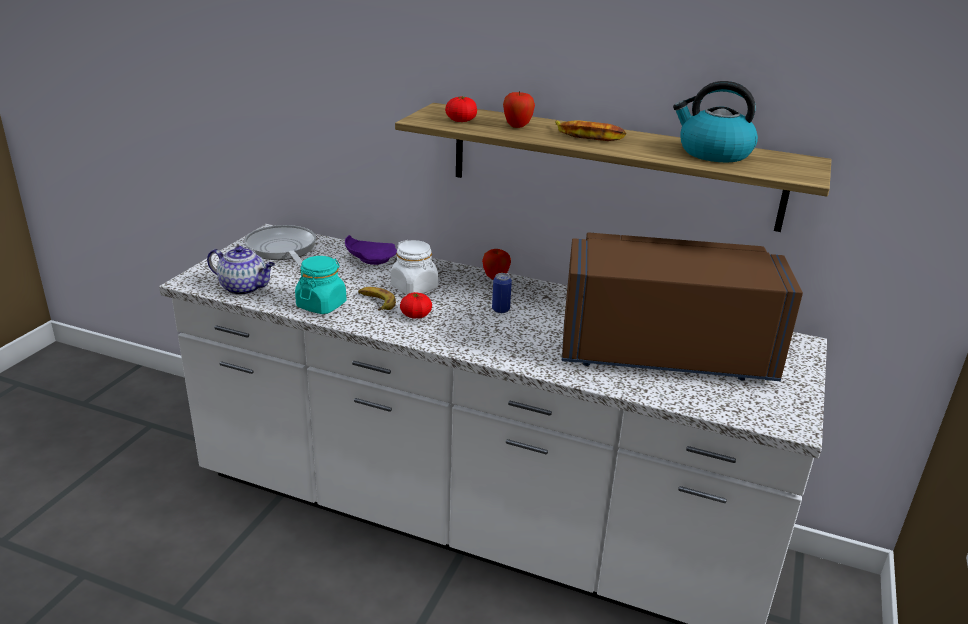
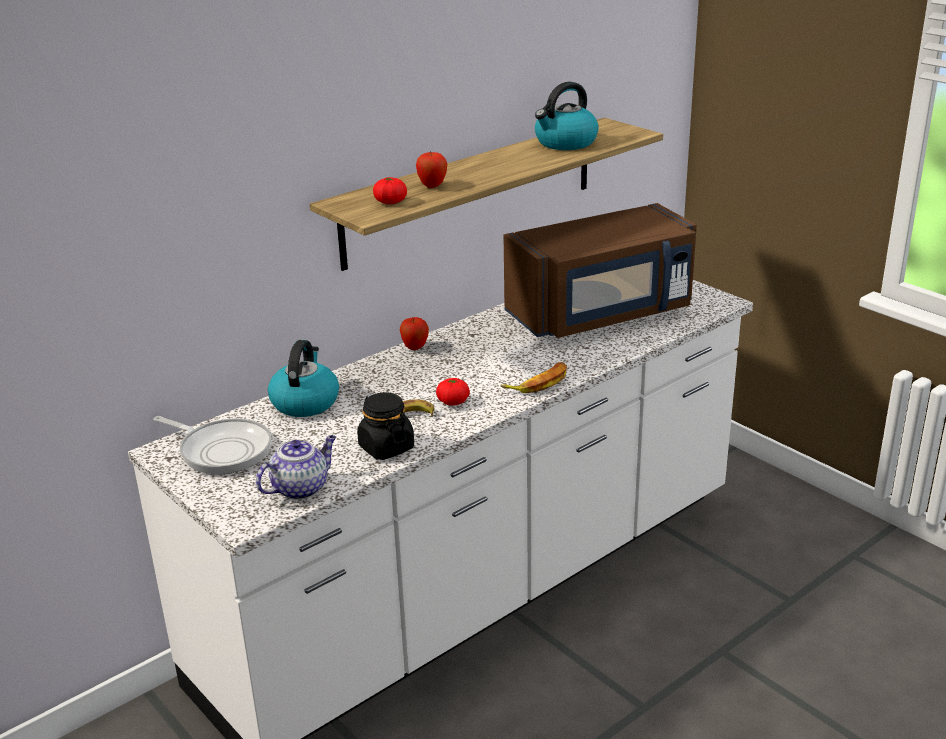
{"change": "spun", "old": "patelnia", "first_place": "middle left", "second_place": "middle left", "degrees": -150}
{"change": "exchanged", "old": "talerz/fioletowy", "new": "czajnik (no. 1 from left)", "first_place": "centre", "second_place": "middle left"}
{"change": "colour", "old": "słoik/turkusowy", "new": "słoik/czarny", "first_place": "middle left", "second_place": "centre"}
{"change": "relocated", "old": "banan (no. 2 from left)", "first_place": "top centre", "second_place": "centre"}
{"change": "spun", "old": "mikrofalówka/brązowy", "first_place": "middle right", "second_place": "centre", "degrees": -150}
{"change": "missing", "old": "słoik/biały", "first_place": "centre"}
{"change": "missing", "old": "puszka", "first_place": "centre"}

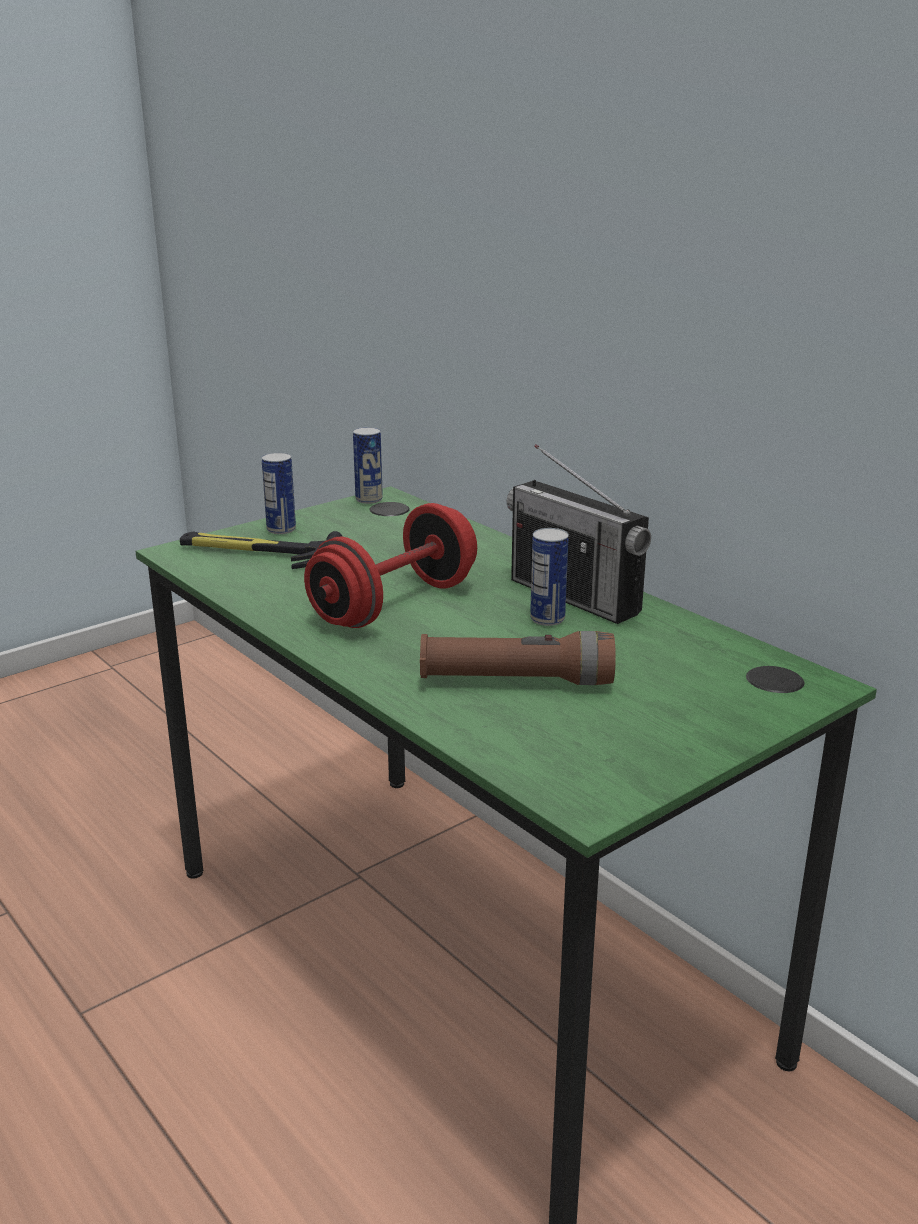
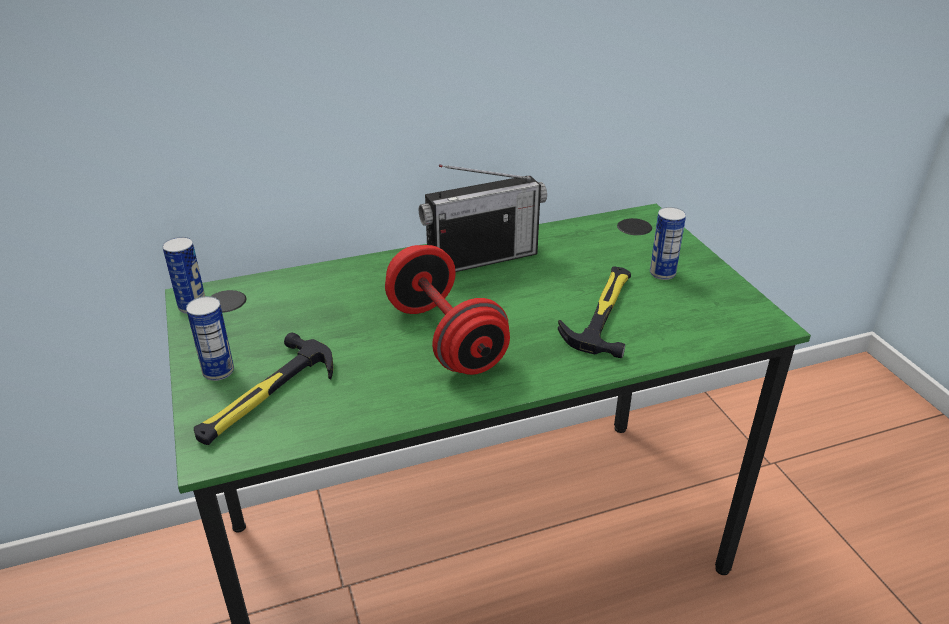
{"change": "exchanged", "old": "latarka/brązowy", "new": "młotek (no. 2 from left)", "first_place": "centre", "second_place": "centre"}
{"change": "relocated", "old": "puszka (no. 3 from left)", "first_place": "centre", "second_place": "middle right"}

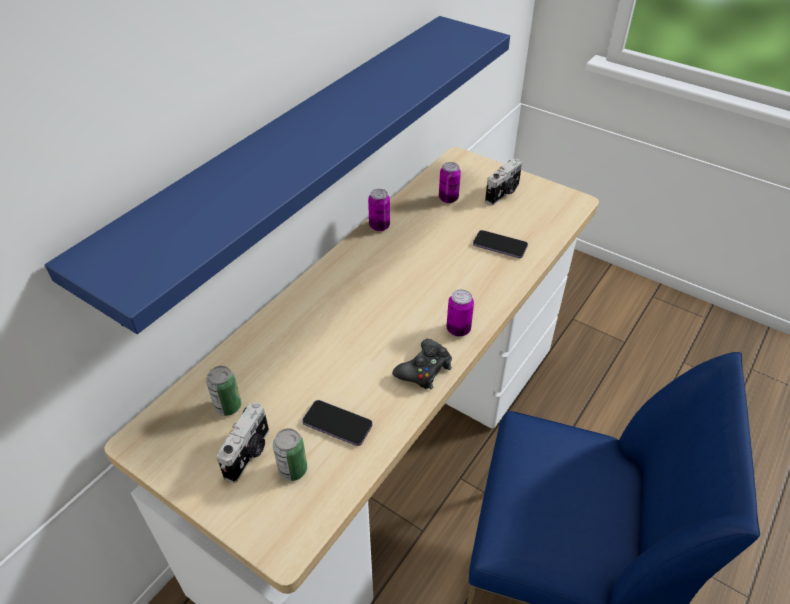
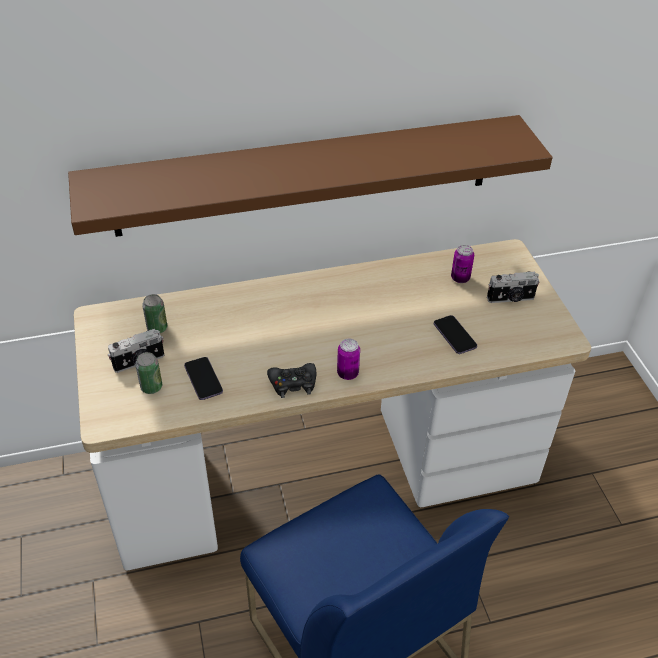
{"change": "colour", "old": "półka/niebieski", "new": "półka/brązowy", "first_place": "top centre", "second_place": "top centre"}
{"change": "missing", "old": "puszka (no. 3 from left)", "first_place": "centre"}

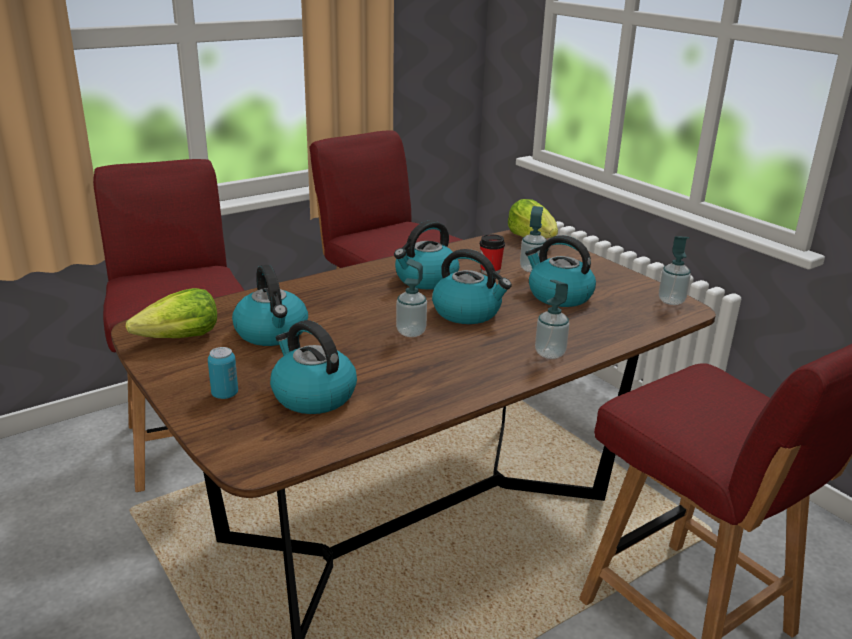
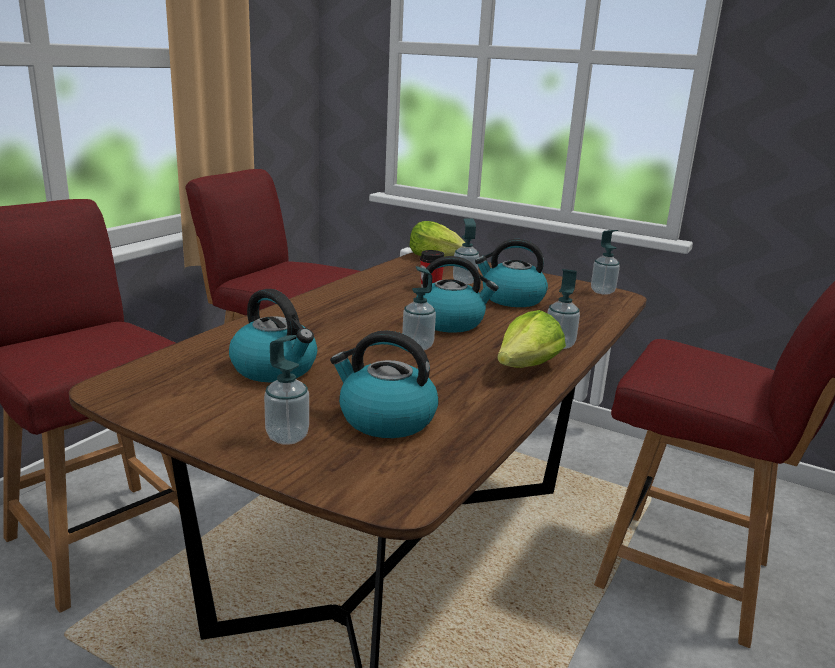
{"change": "exchanged", "old": "puszka", "new": "dozownik mydła (no. 1 from left)", "first_place": "middle left", "second_place": "centre"}
{"change": "relocated", "old": "sałata (no. 1 from left in the first image)", "new": "sałata (no. 2 from left)", "first_place": "middle left", "second_place": "centre"}
{"change": "missing", "old": "czajnik (no. 3 from left)", "first_place": "centre"}

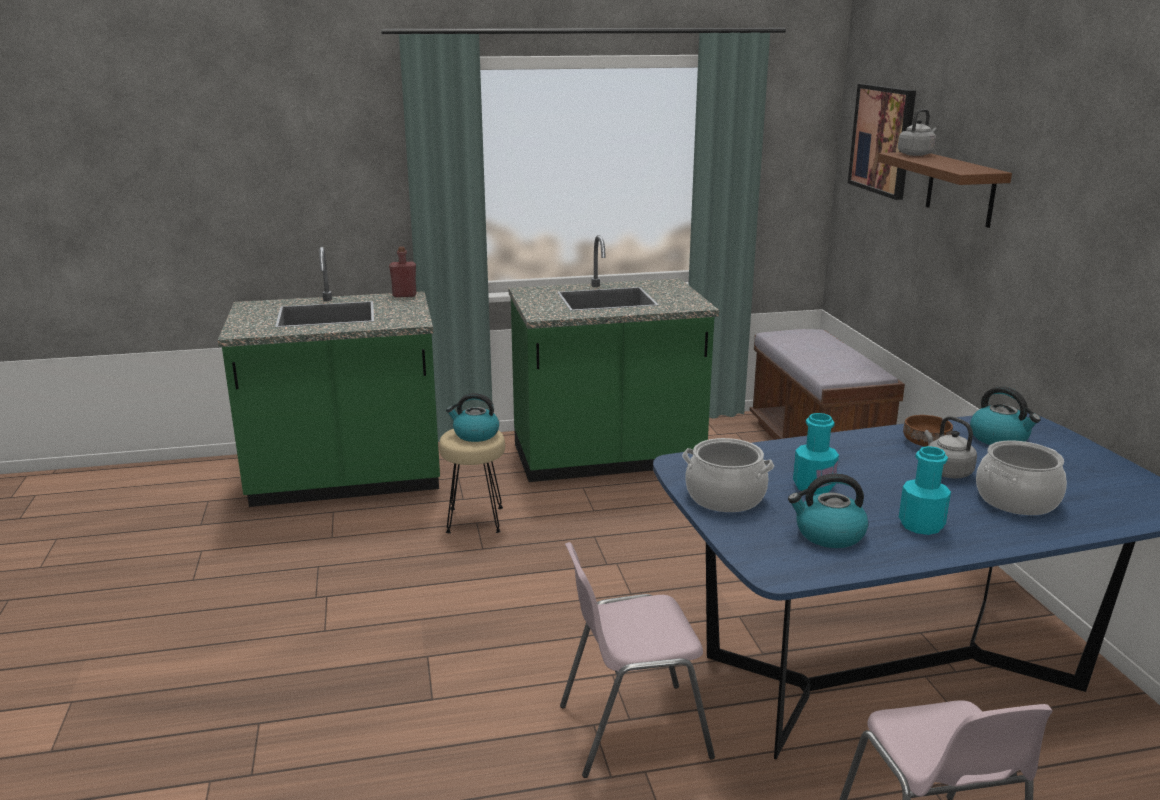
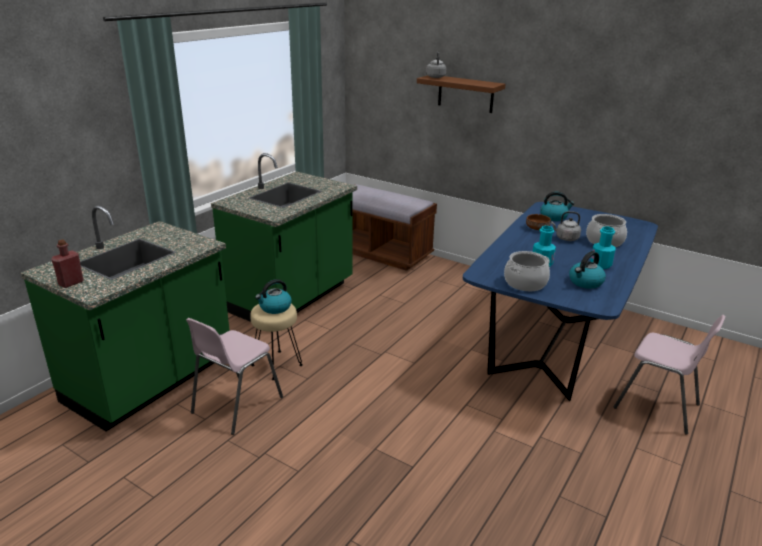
{"change": "relocated", "old": "butelka/czerwony", "first_place": "centre", "second_place": "middle left"}
{"change": "relocated", "old": "krzesło/różowy (no. 1 from left)", "first_place": "bottom centre", "second_place": "bottom left"}
{"change": "missing", "old": "obraz", "first_place": "top right"}

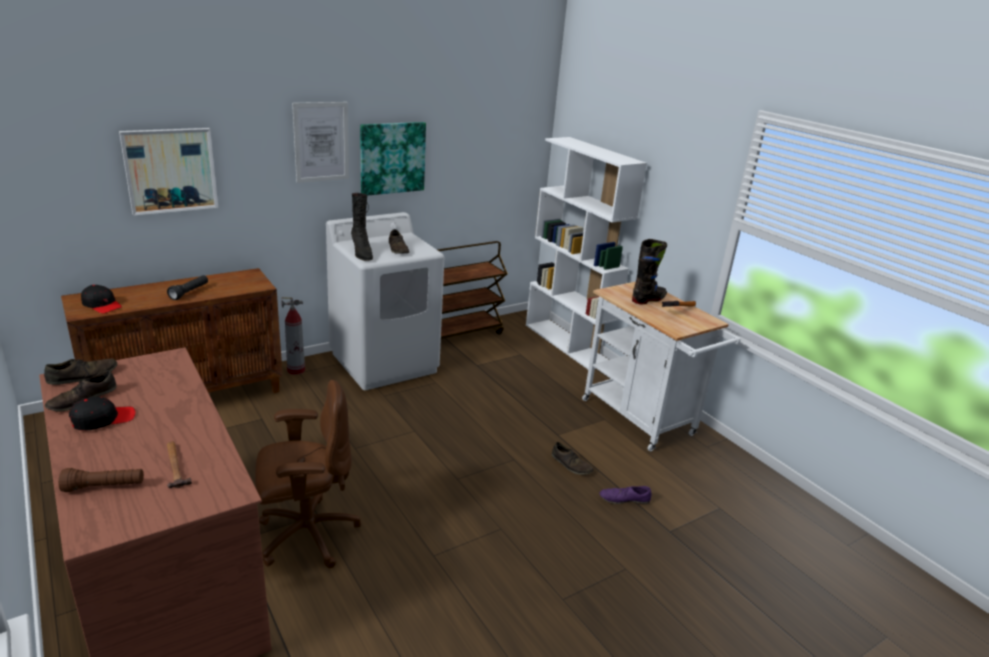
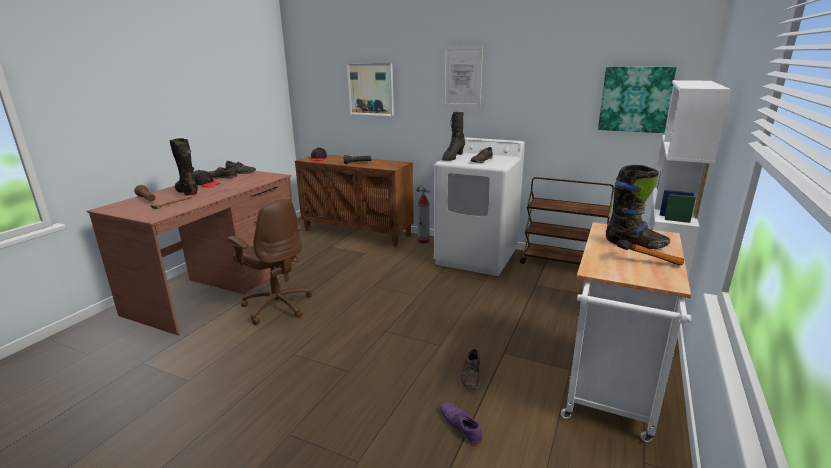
{"change": "appeared", "new": "but z cholewką/czarny (no. 1 from left)", "second_place": "middle left"}
{"change": "relocated", "old": "obraz (no. 3 from left)", "first_place": "top centre", "second_place": "top right"}

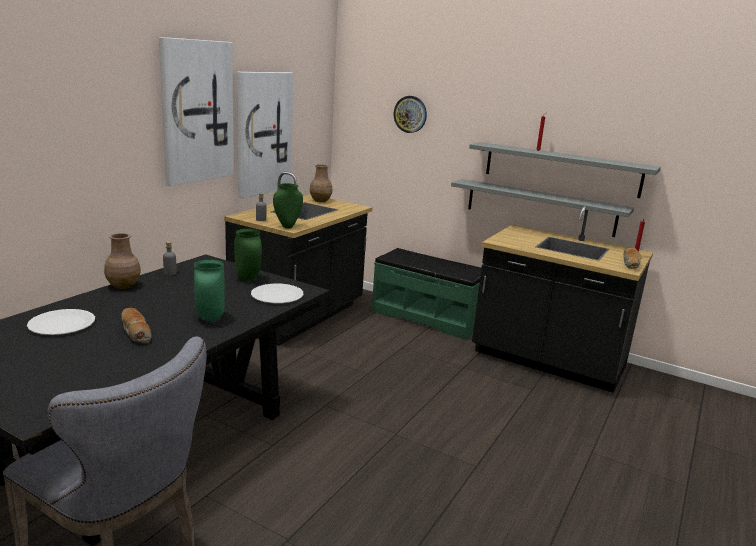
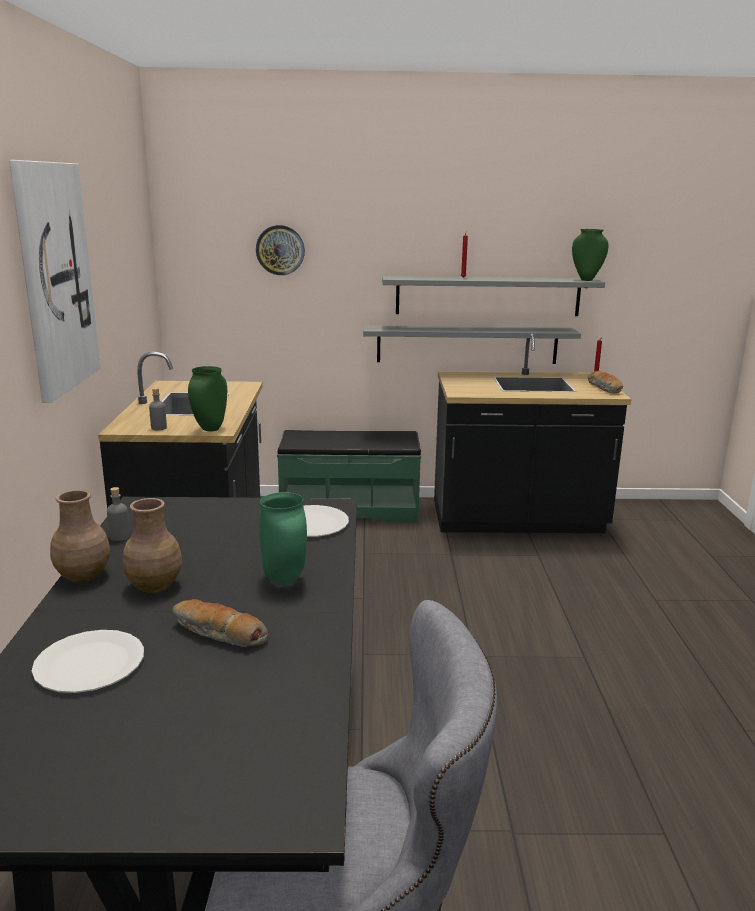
{"change": "relocated", "old": "wazon/brązowy (no. 2 from left)", "first_place": "centre", "second_place": "middle left"}
{"change": "relocated", "old": "wazon/zielony (no. 2 from left in the first image)", "new": "wazon/zielony (no. 3 from left)", "first_place": "middle left", "second_place": "top right"}
{"change": "missing", "old": "obraz (no. 2 from left)", "first_place": "top centre"}

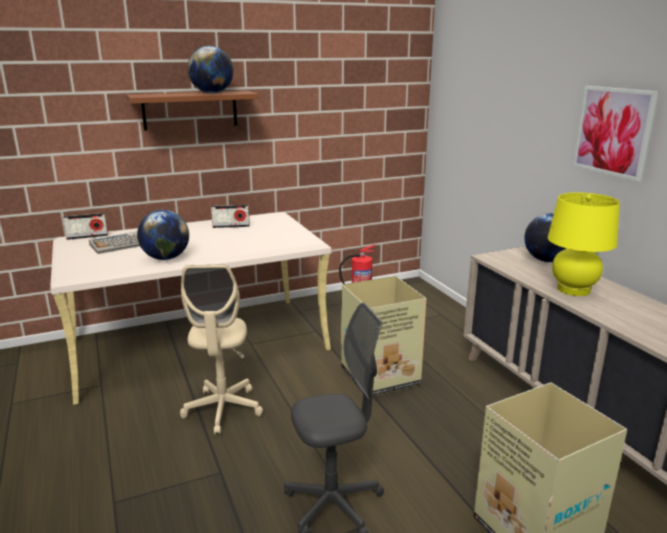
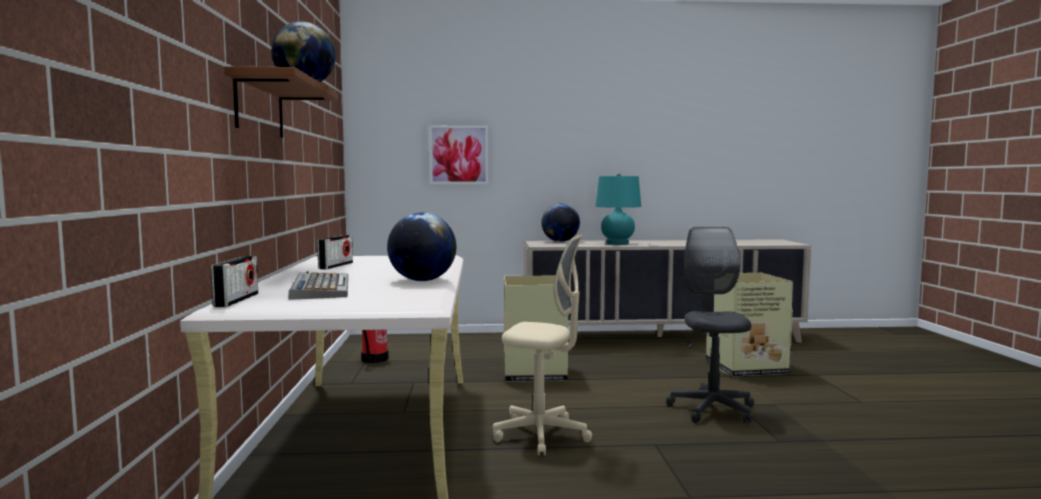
{"change": "relocated", "old": "obraz", "first_place": "top right", "second_place": "top centre"}
{"change": "colour", "old": "lampa stołowa/żółty", "new": "lampa stołowa/turkusowy", "first_place": "middle right", "second_place": "centre"}

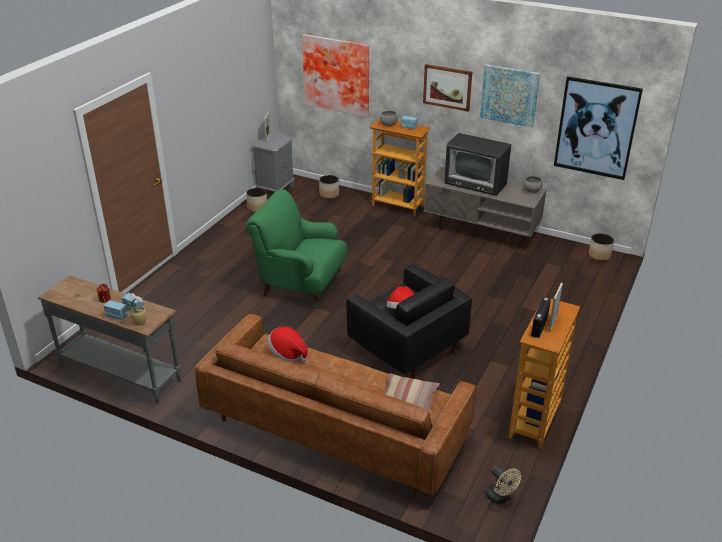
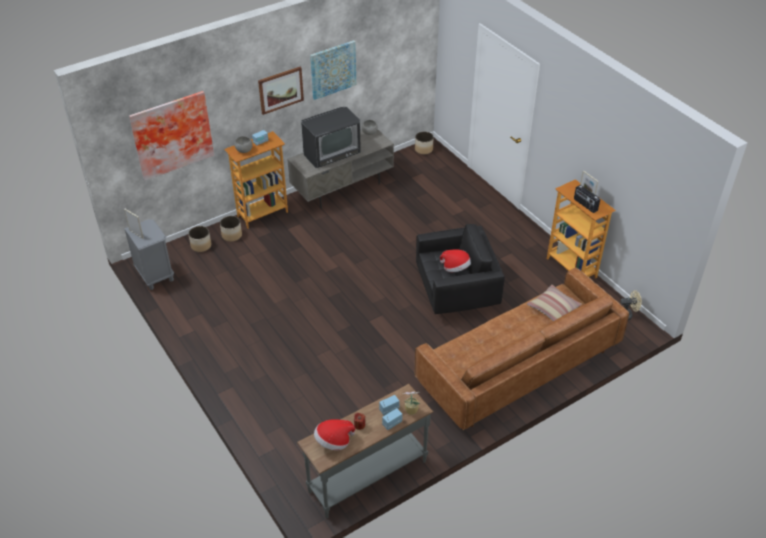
{"change": "relocated", "old": "donica (no. 1 from left in the first image)", "new": "donica (no. 2 from left)", "first_place": "centre", "second_place": "middle left"}
{"change": "relocated", "old": "kapelusz (no. 1 from left)", "first_place": "centre", "second_place": "bottom centre"}
{"change": "missing", "old": "fotel/zielony", "first_place": "centre"}
{"change": "missing", "old": "obraz (no. 4 from left)", "first_place": "top right"}

